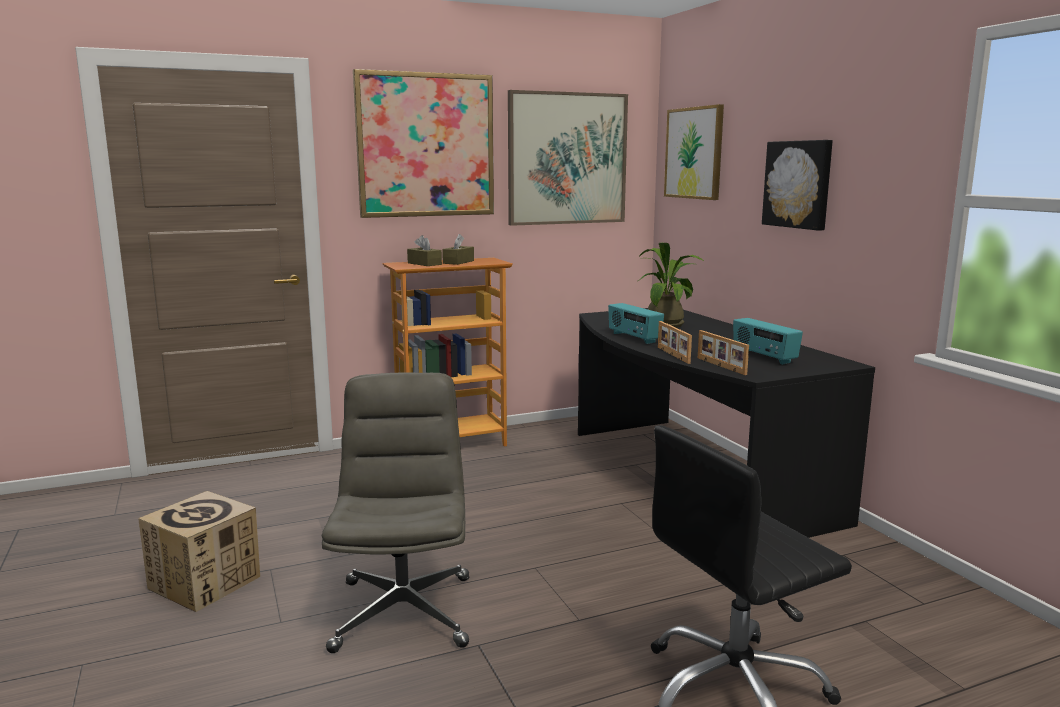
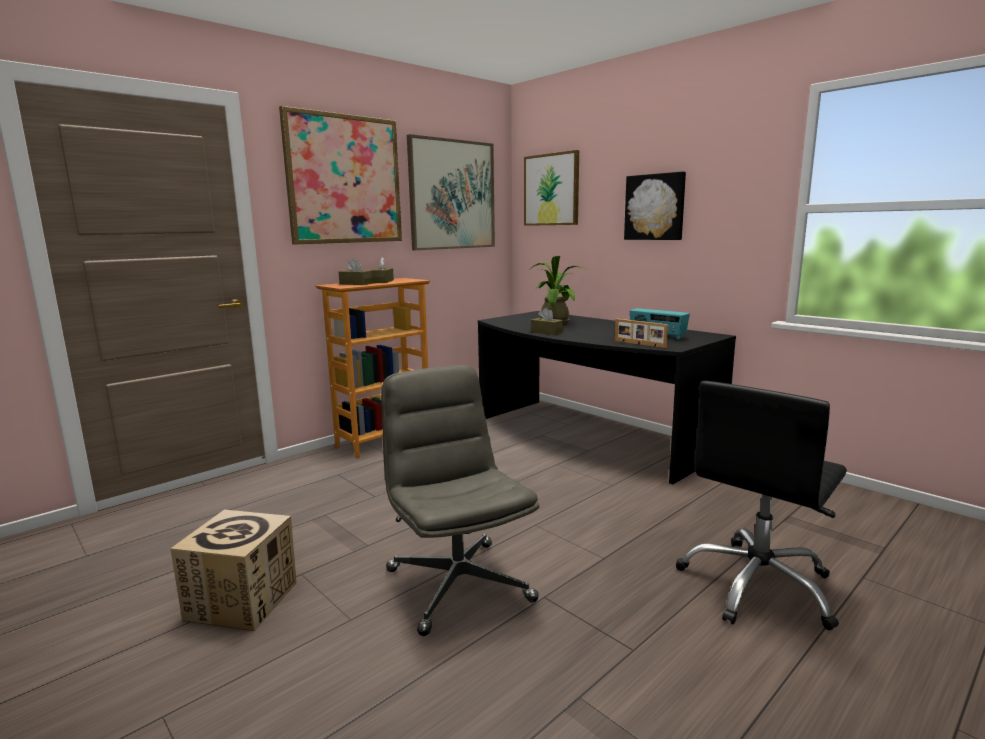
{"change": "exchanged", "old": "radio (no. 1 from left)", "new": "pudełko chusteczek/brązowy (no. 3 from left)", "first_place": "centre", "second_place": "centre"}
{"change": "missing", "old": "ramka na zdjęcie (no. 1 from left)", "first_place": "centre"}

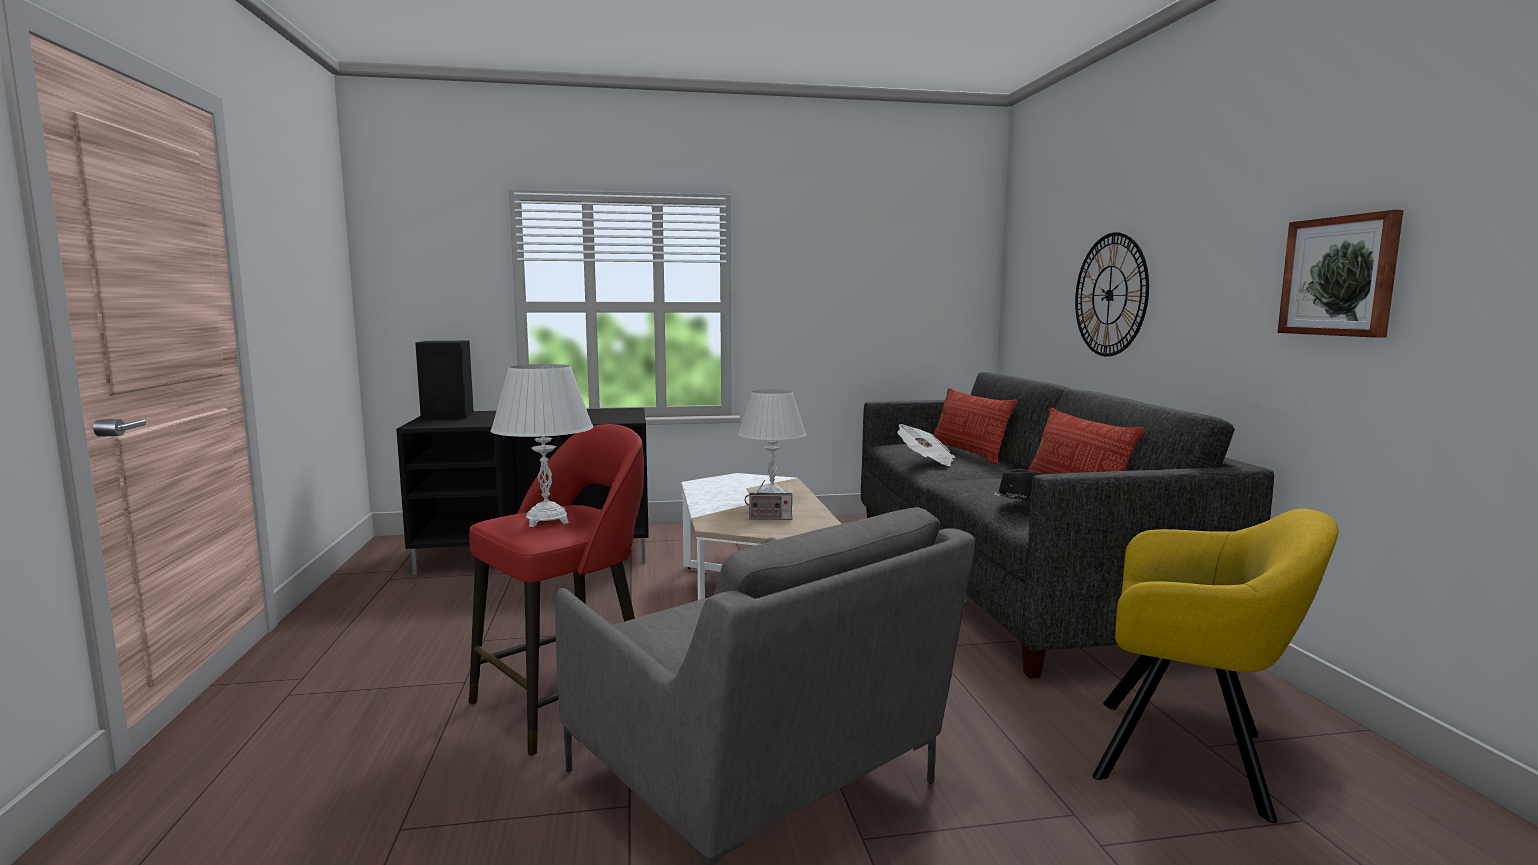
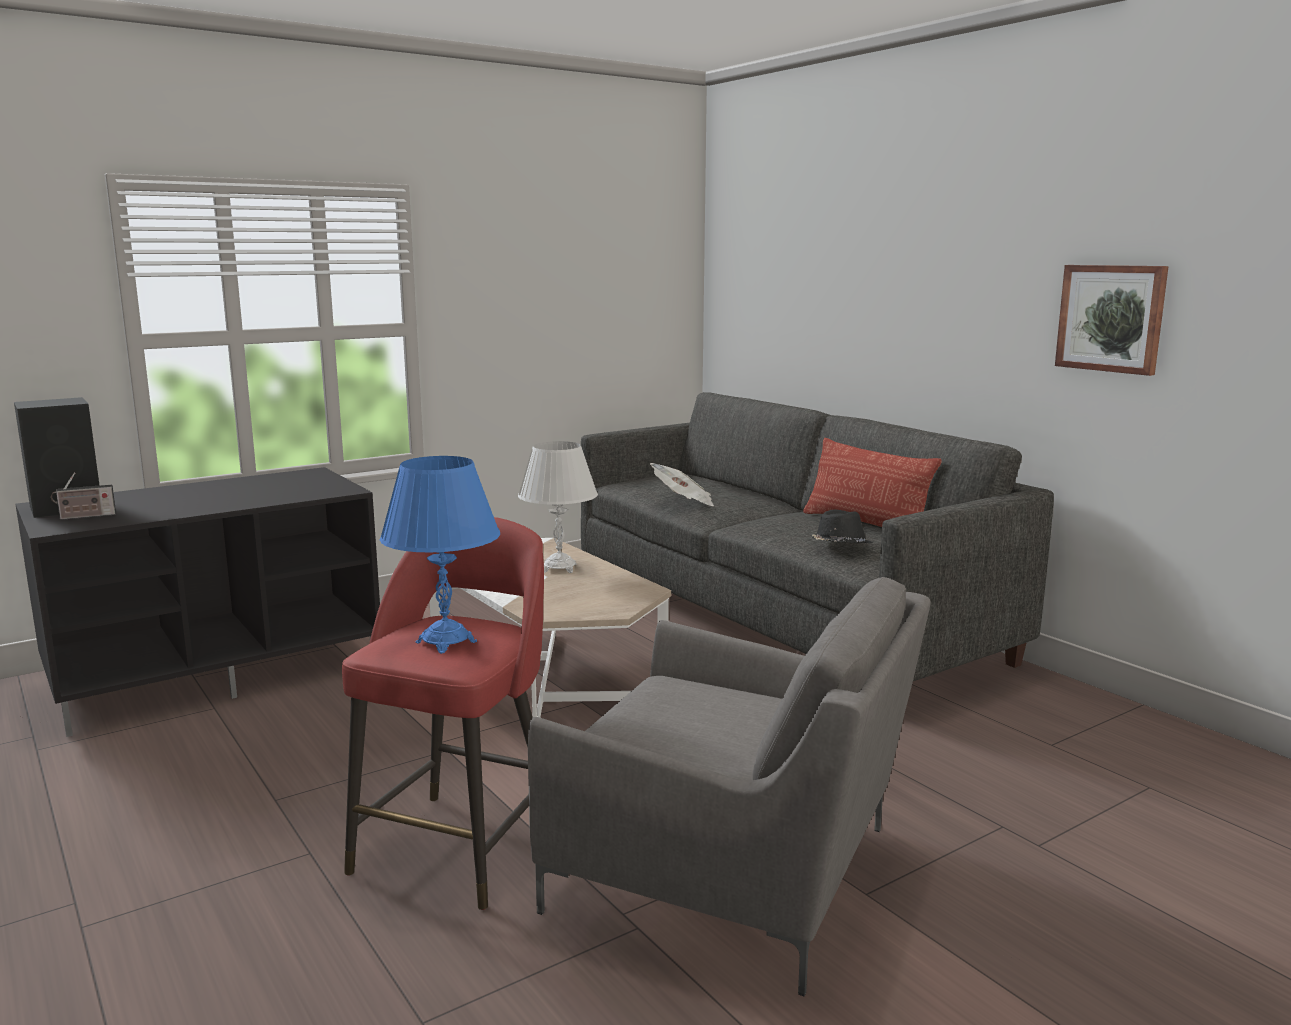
{"change": "relocated", "old": "radio", "first_place": "centre", "second_place": "middle left"}
{"change": "colour", "old": "lampa stołowa/biały (no. 1 from left)", "new": "lampa stołowa/niebieski", "first_place": "centre", "second_place": "centre"}
{"change": "missing", "old": "poduszka (no. 1 from left)", "first_place": "centre"}
{"change": "missing", "old": "zegar ścienny", "first_place": "middle right"}
{"change": "missing", "old": "fotel/żółty", "first_place": "bottom right"}

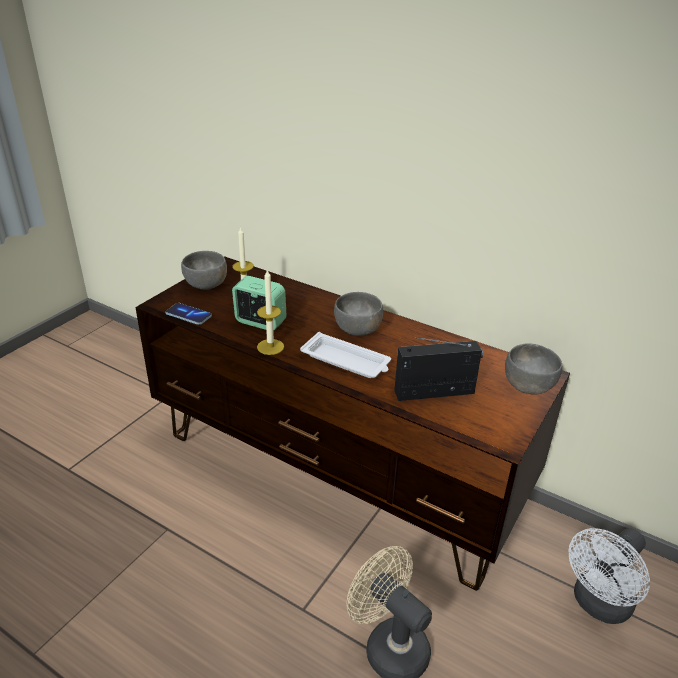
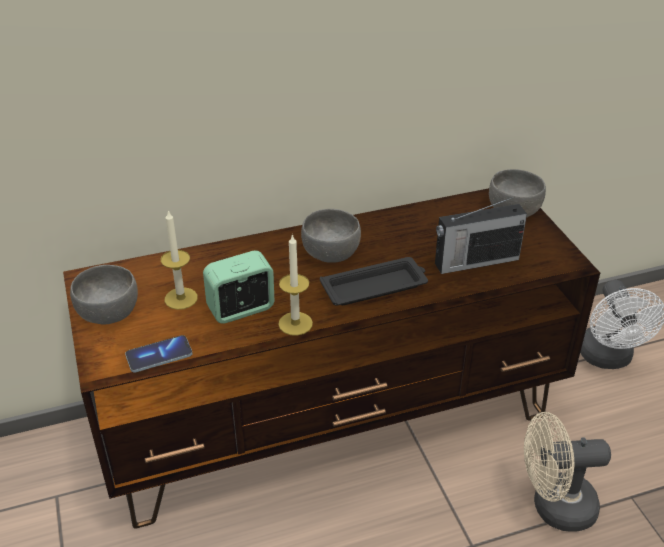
{"change": "colour", "old": "taca/biały", "new": "taca/czarny", "first_place": "centre", "second_place": "centre"}
{"change": "spun", "old": "radio", "first_place": "centre", "second_place": "middle right", "degrees": -135}

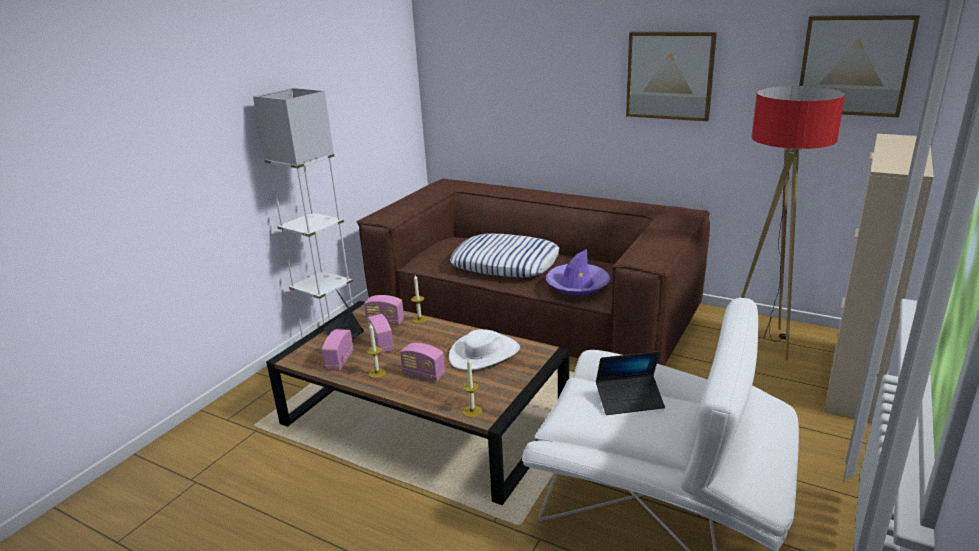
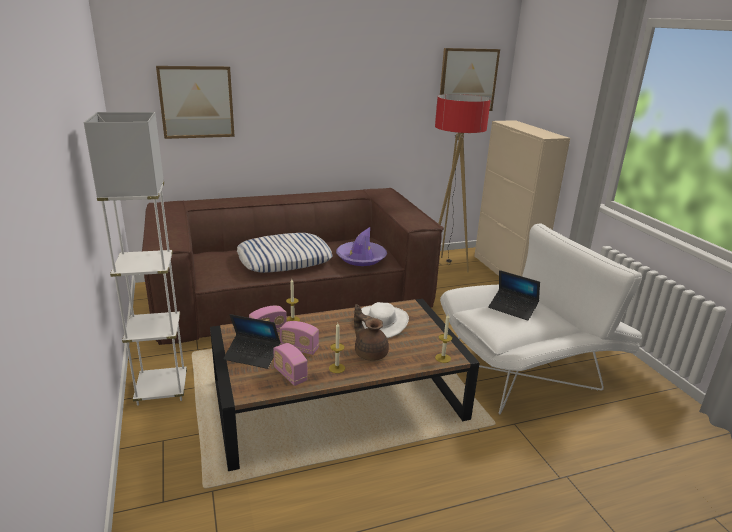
{"change": "relocated", "old": "obraz (no. 1 from left)", "first_place": "top right", "second_place": "top left"}
{"change": "exchanged", "old": "radio (no. 4 from left)", "new": "imbryk/brązowy", "first_place": "centre", "second_place": "centre"}
{"change": "spun", "old": "laptop (no. 2 from left)", "first_place": "bottom centre", "second_place": "middle right", "degrees": 90}

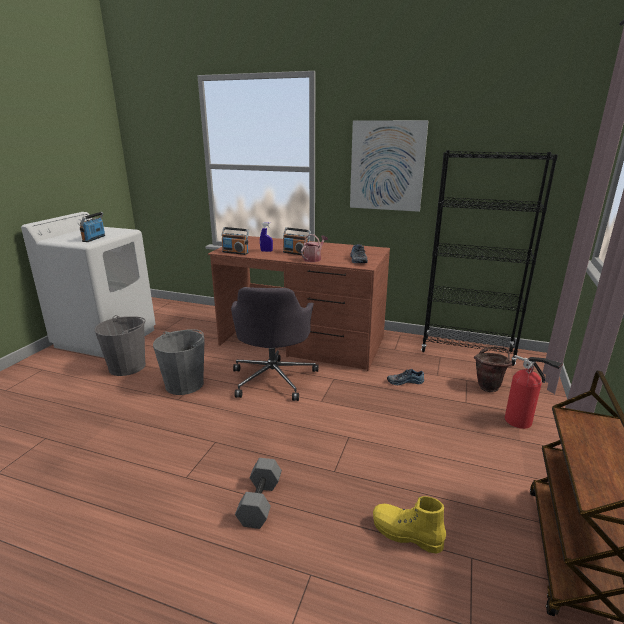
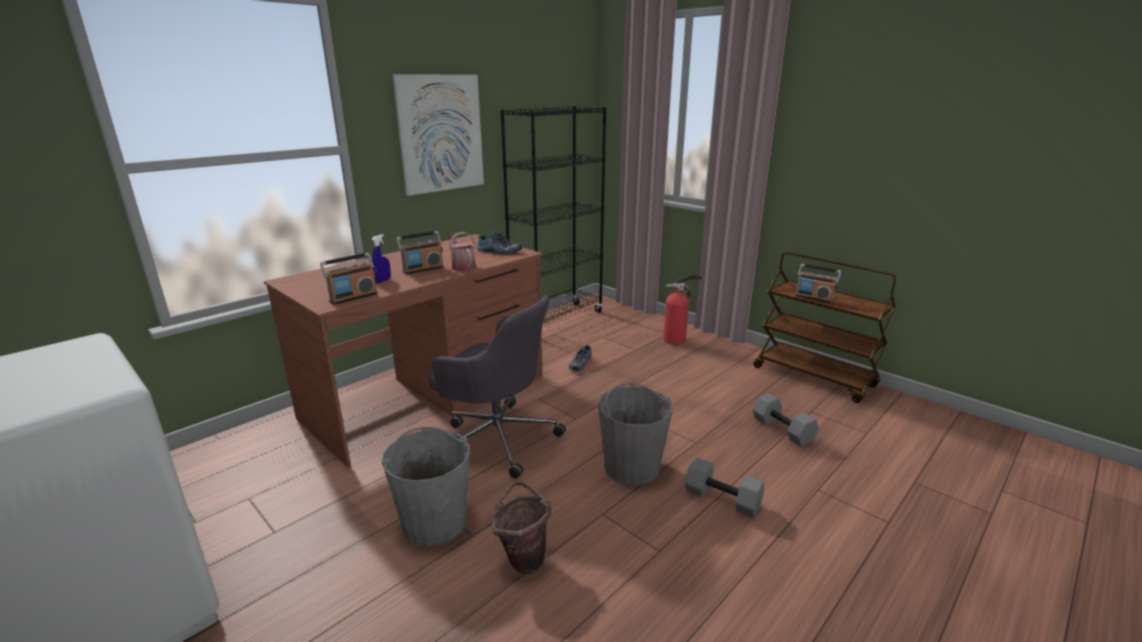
{"change": "relocated", "old": "wiadro/brązowy", "first_place": "middle right", "second_place": "bottom centre"}
{"change": "relocated", "old": "wiadro/szary (no. 1 from left in the first image)", "new": "wiadro/szary (no. 2 from left)", "first_place": "middle left", "second_place": "bottom centre"}
{"change": "exchanged", "old": "but z cholewką/żółty", "new": "hantel/szary (no. 2 from left)", "first_place": "bottom centre", "second_place": "middle right"}
{"change": "relocated", "old": "radio (no. 1 from left in the first image)", "new": "radio (no. 3 from left)", "first_place": "middle left", "second_place": "middle right"}

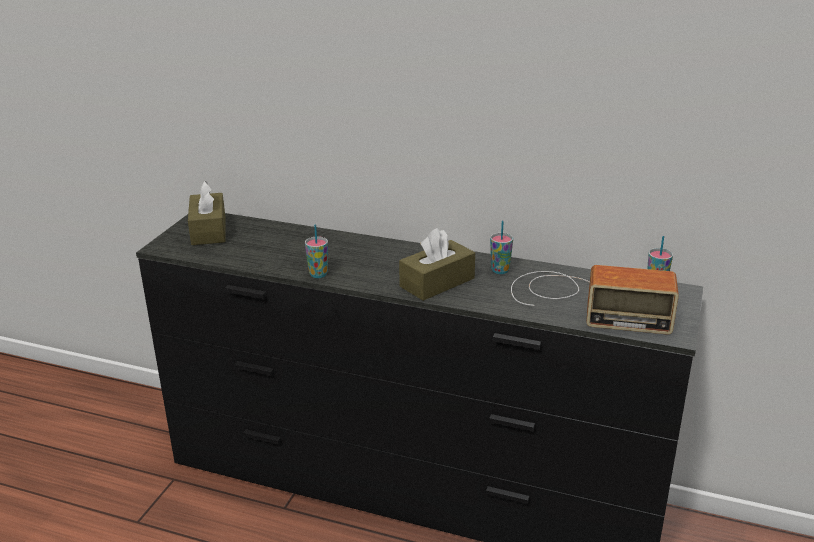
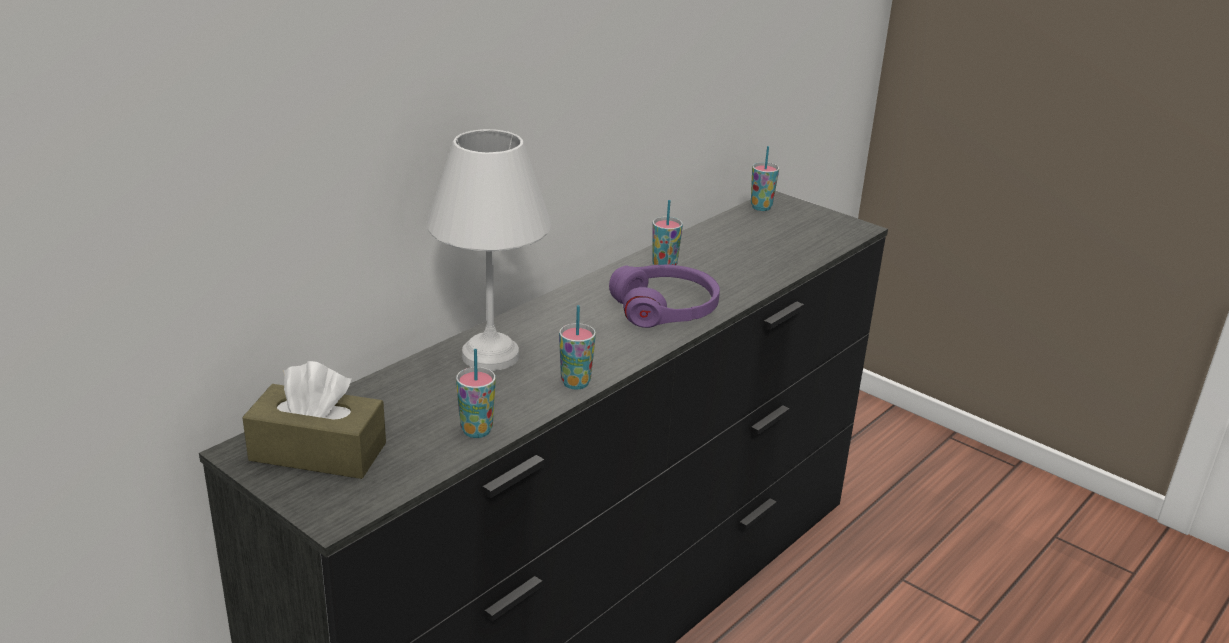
{"change": "appeared", "new": "lampa stołowa/biały", "second_place": "centre"}
{"change": "appeared", "new": "filiżanka (no. 1 from left)", "second_place": "centre"}
{"change": "exchanged", "old": "pudełko chusteczek/brązowy (no. 2 from left)", "new": "słuchawki/fioletowy", "first_place": "centre", "second_place": "centre"}
{"change": "missing", "old": "radio", "first_place": "middle right"}

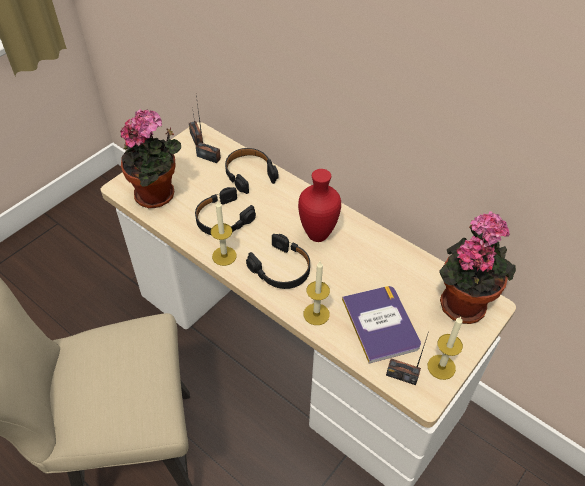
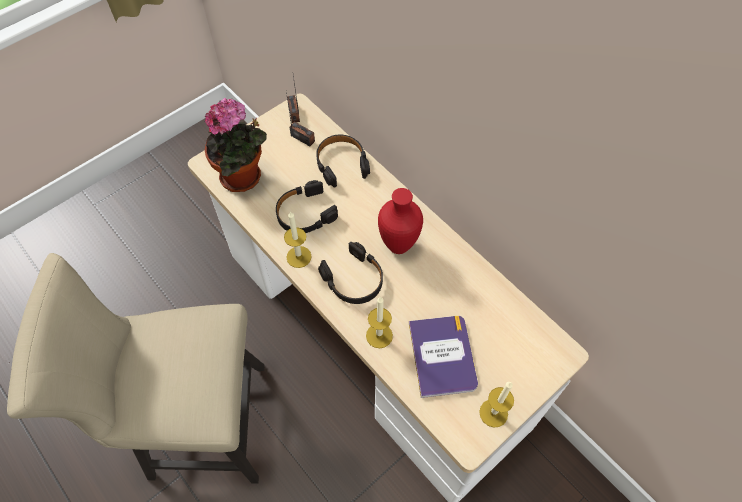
{"change": "missing", "old": "radio (no. 3 from left)", "first_place": "bottom right"}
{"change": "missing", "old": "roślina doniczkowa (no. 2 from left)", "first_place": "middle right"}

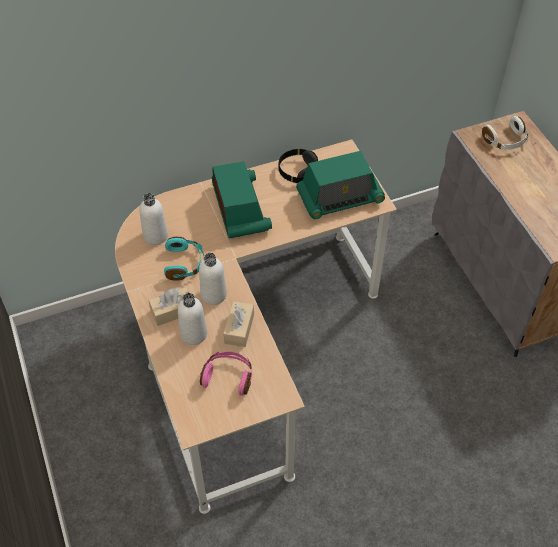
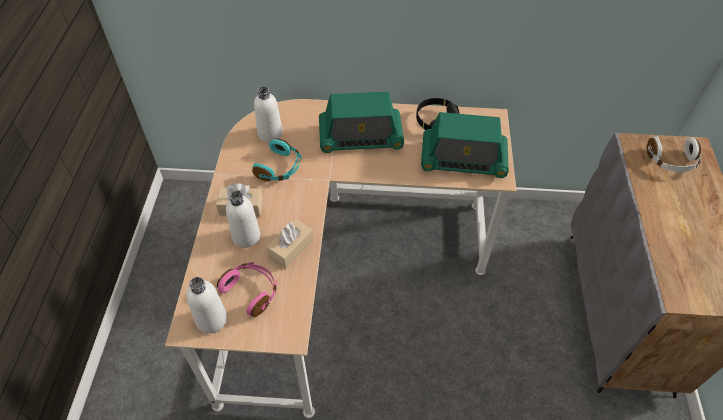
{"change": "relocated", "old": "butelka/biały (no. 3 from left in the first image)", "new": "butelka/biały (no. 1 from left)", "first_place": "centre", "second_place": "bottom left"}
{"change": "spun", "old": "radio (no. 1 from left)", "first_place": "centre", "second_place": "top centre", "degrees": 75}

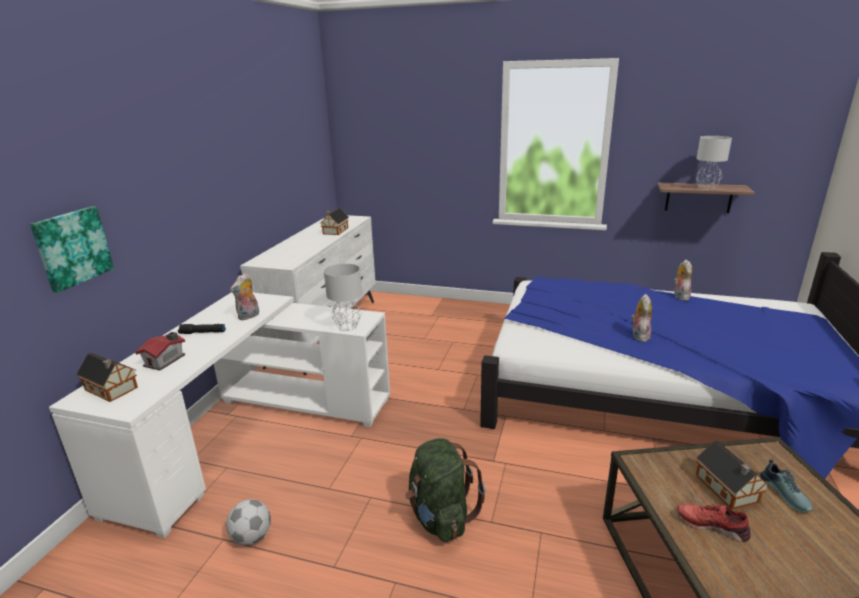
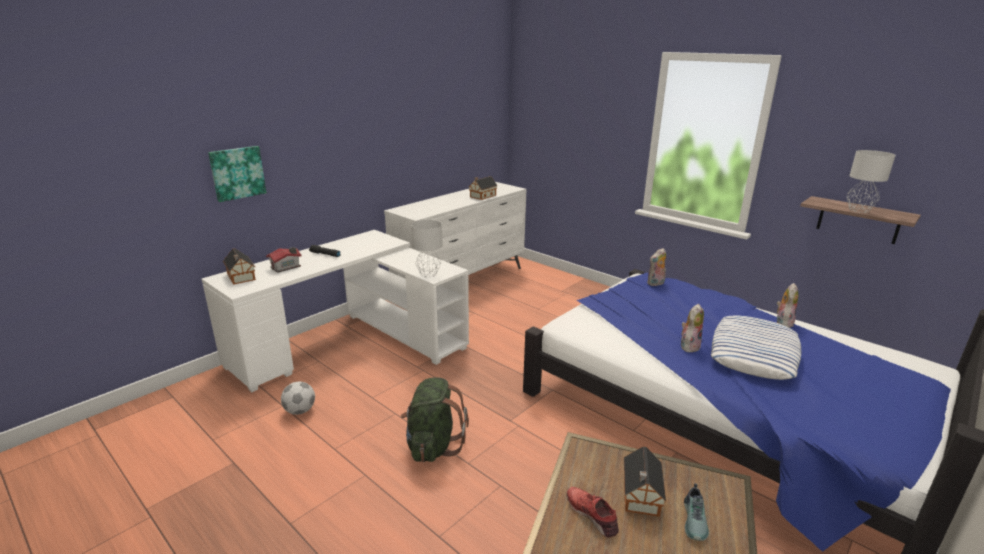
{"change": "relocated", "old": "pluszak (no. 1 from left)", "first_place": "middle left", "second_place": "middle right"}
{"change": "appeared", "new": "poduszka", "second_place": "middle right"}

